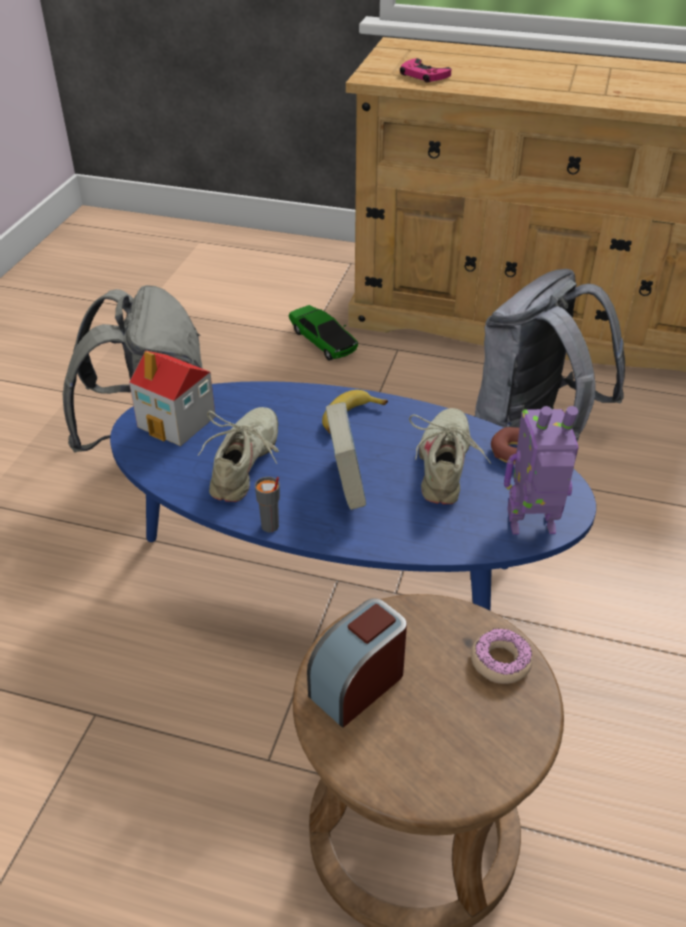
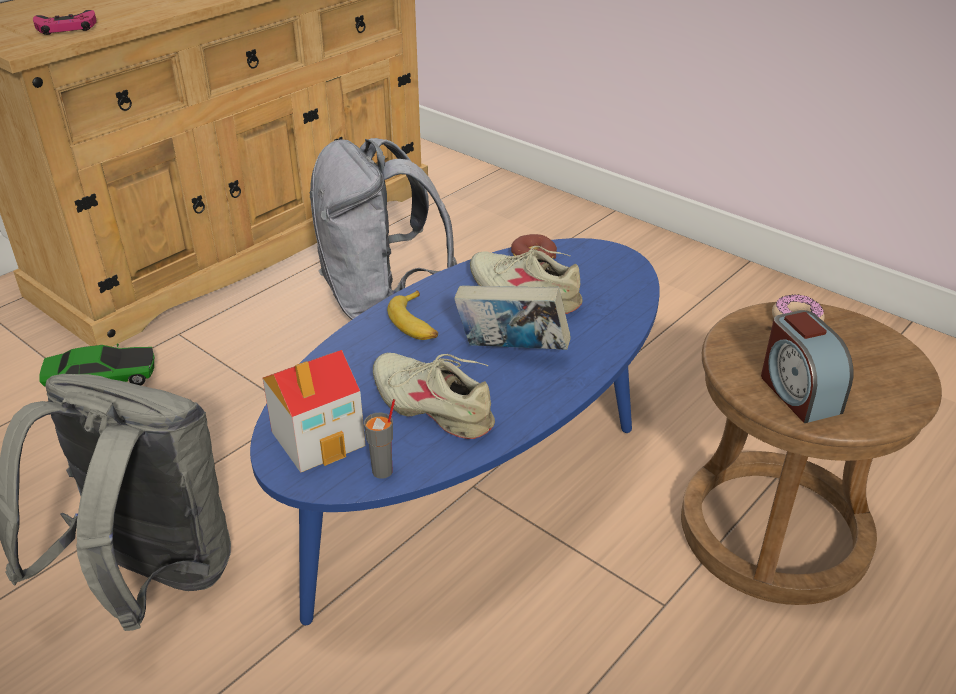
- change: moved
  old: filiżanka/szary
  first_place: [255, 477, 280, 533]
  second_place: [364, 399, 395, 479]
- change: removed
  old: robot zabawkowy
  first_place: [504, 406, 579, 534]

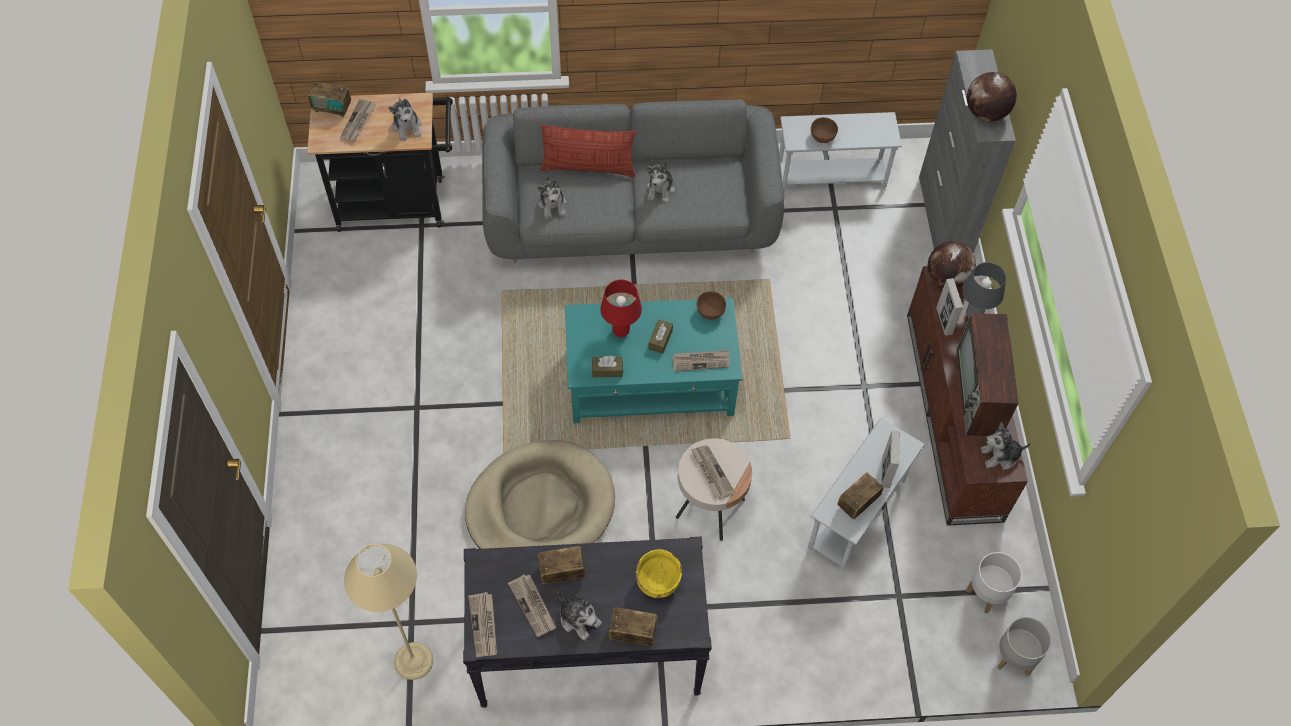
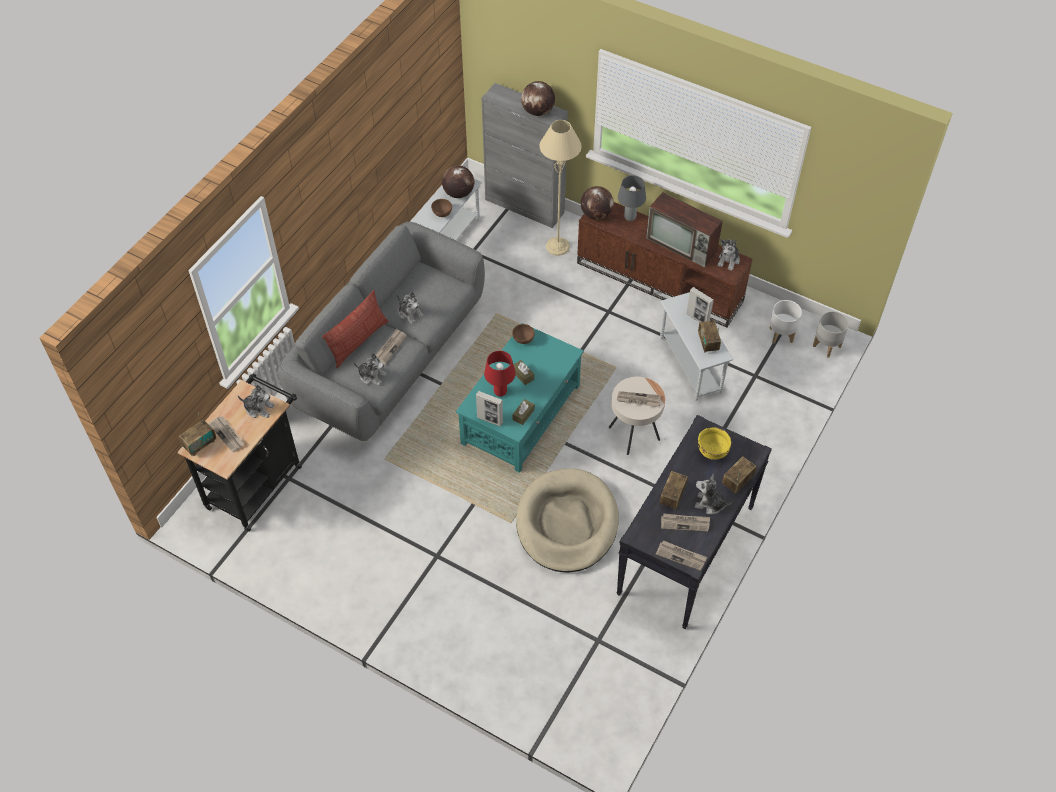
- change: moved
  old: lampa stojąca/beżowy
  first_place: [344, 544, 433, 680]
  second_place: [539, 120, 582, 256]
- change: turned
  old: pluszak
  first_place: [558, 592, 602, 641]
  second_place: [695, 474, 733, 514]
  degrees: -150
- change: moved
  old: gazeta
  first_place: [672, 350, 730, 372]
  second_place: [375, 329, 407, 365]
- change: moved
  old: ramka na zdjęcie
  first_place: [936, 278, 963, 336]
  second_place: [476, 391, 503, 426]
- change: added
  new: globus
  second_place: [442, 165, 474, 198]

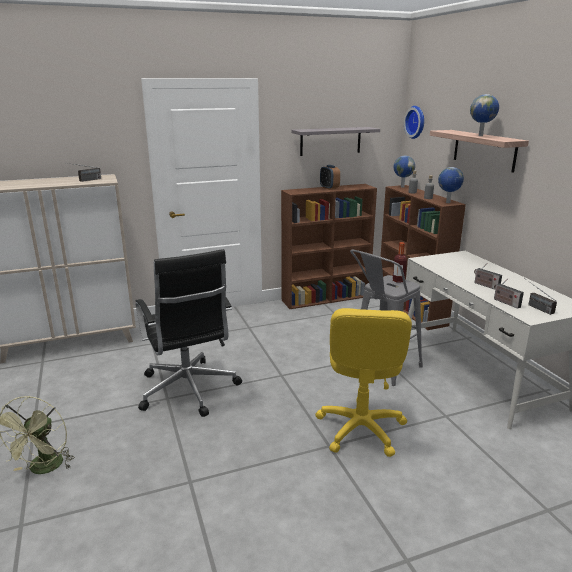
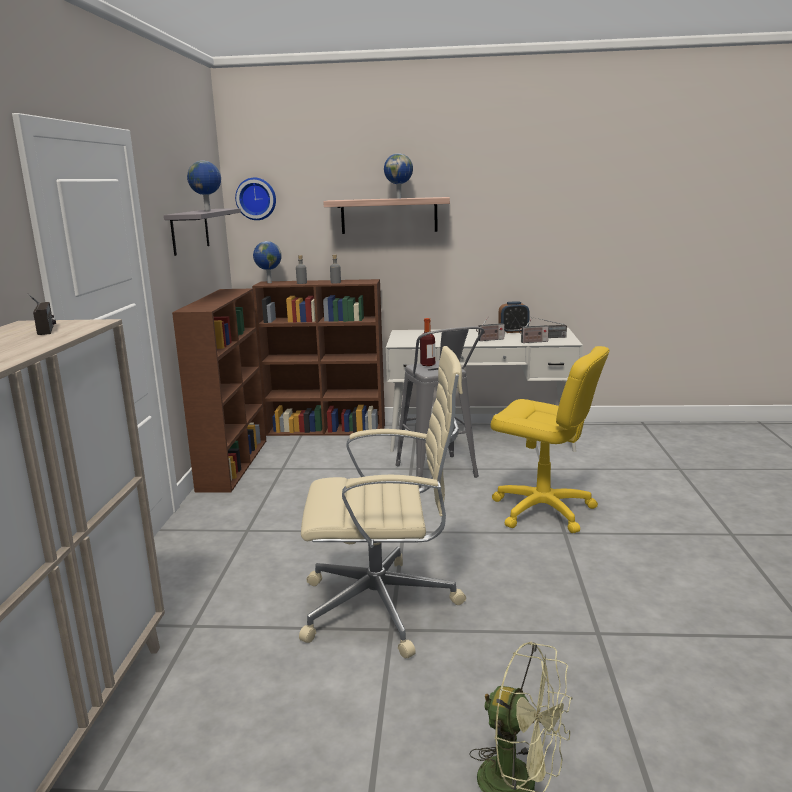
- change: recoloured
  old: krzesło biurowe/czarny
  new: krzesło biurowe/beżowy
  first_place: [135, 249, 242, 417]
  second_place: [299, 346, 466, 658]
- change: moved
  old: budzik
  first_place: [320, 165, 340, 190]
  second_place: [498, 301, 530, 333]
- change: moved
  old: globus
  first_place: [438, 167, 464, 203]
  second_place: [187, 161, 221, 211]

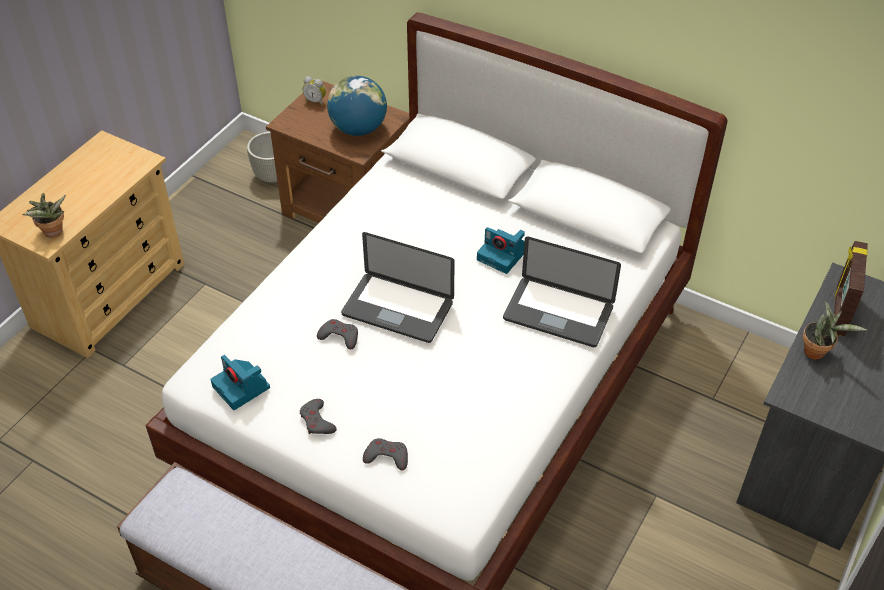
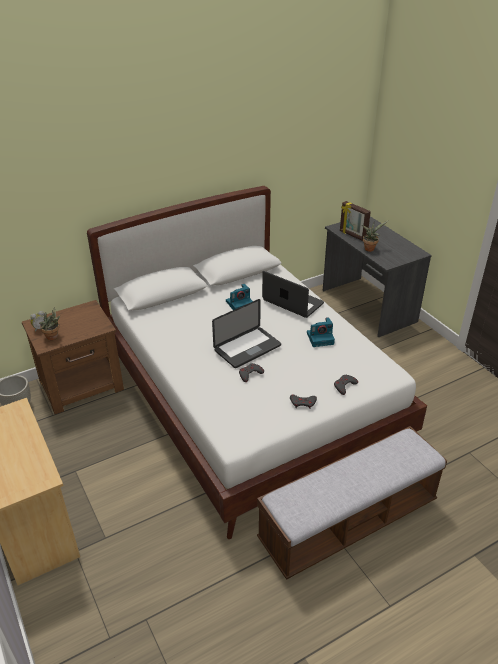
- change: moved
  old: roślina doniczkowa
  first_place: [22, 193, 66, 238]
  second_place: [39, 308, 60, 340]
- change: moved
  old: aparat fotograficzny
  first_place: [210, 355, 270, 410]
  second_place: [307, 317, 335, 347]
- change: removed
  old: globus
  first_place: [327, 76, 387, 136]
- change: turned
  old: laptop
  first_place: [503, 236, 621, 347]
  second_place: [262, 271, 324, 318]
  degrees: -105

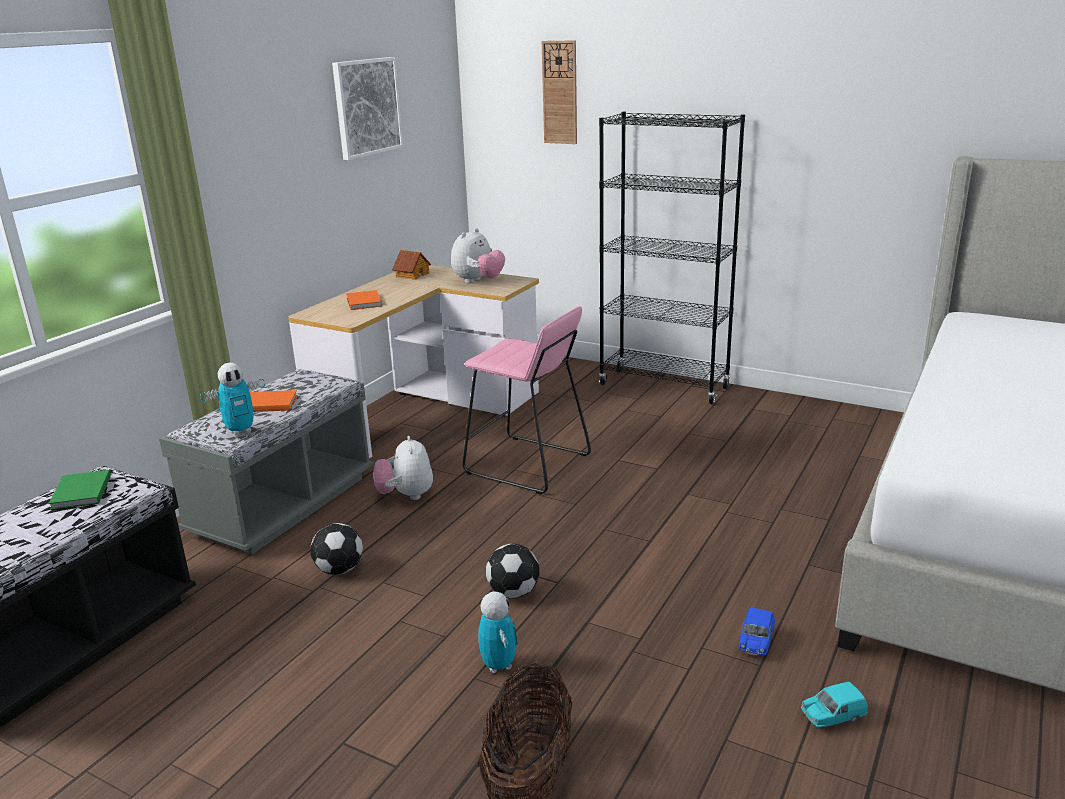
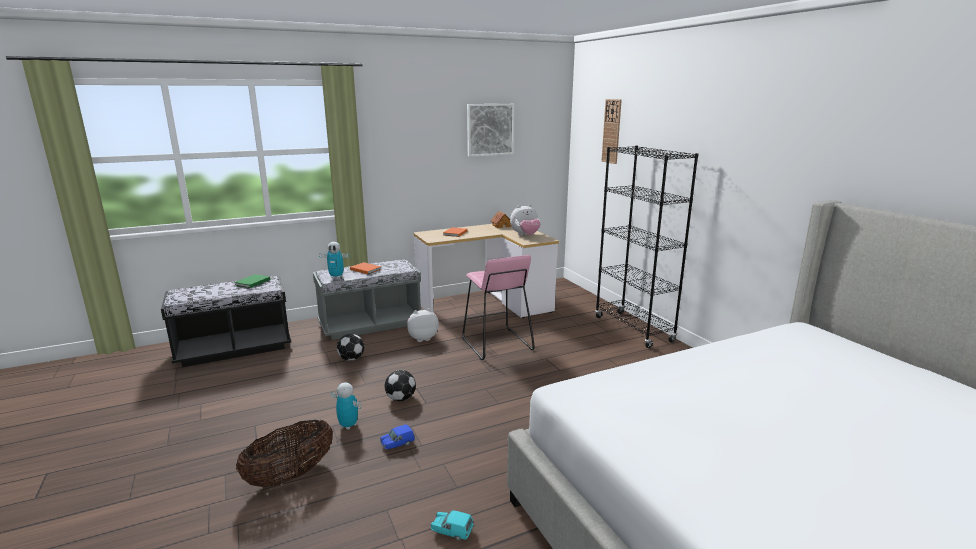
- change: turned
  old: pluszak
  first_place: [373, 436, 433, 500]
  second_place: [407, 308, 439, 342]
  degrees: 45
- change: turned
  old: robot zabawkowy
  first_place: [479, 592, 518, 673]
  second_place: [331, 382, 362, 430]
  degrees: -75
- change: moved
  old: samochodzik/niebieski
  first_place: [738, 608, 775, 655]
  second_place: [380, 424, 415, 449]

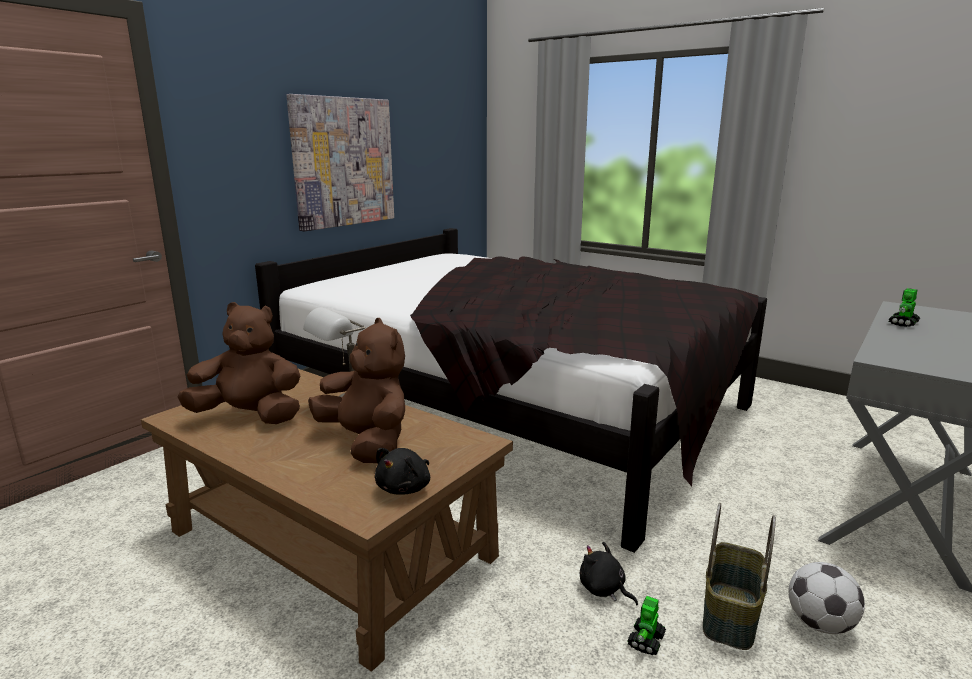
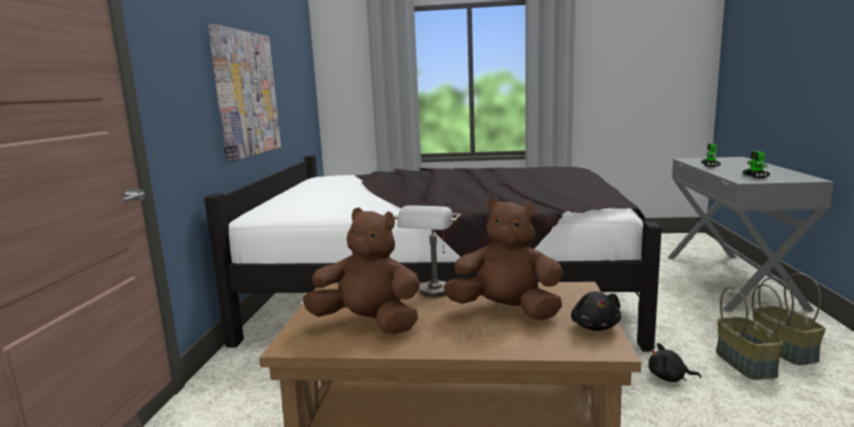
- change: turned
  old: pluszak/brązowy
  first_place: [178, 302, 300, 424]
  second_place: [302, 207, 420, 334]
  degrees: 45
- change: moved
  old: robot zabawkowy
  first_place: [627, 596, 666, 655]
  second_place: [742, 151, 770, 178]
- change: replaced
  old: piłka futbolowa
  new: koszyk
  first_place: [788, 562, 865, 634]
  second_place: [754, 273, 826, 366]

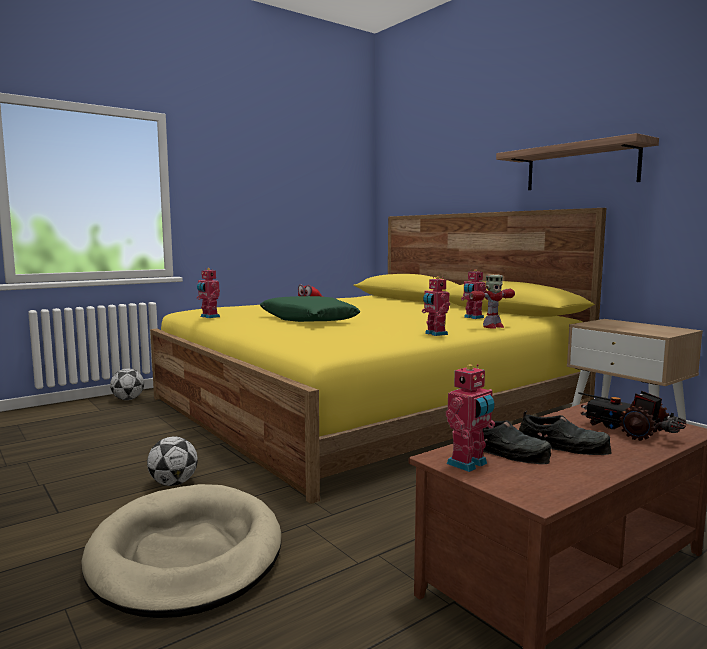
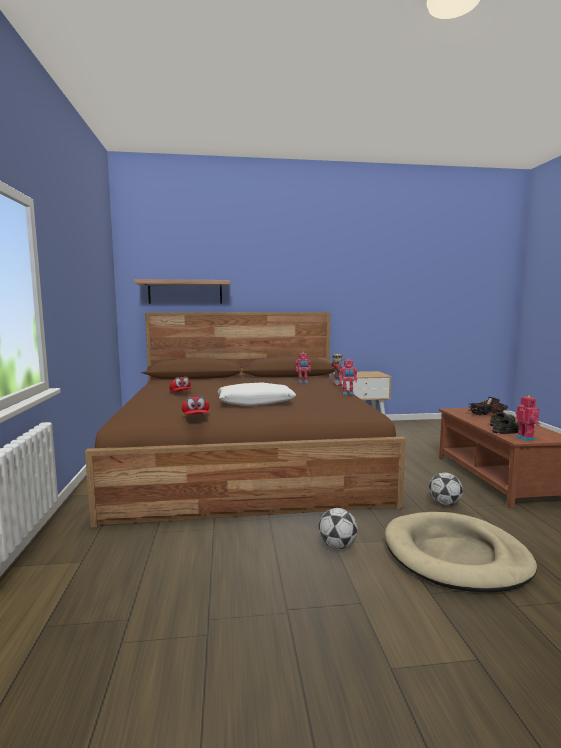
- change: moved
  old: piłka futbolowa
  first_place: [110, 368, 144, 400]
  second_place: [429, 473, 463, 506]
- change: recoloured
  old: łóżko/żółty
  new: łóżko/brązowy
  first_place: [150, 208, 606, 504]
  second_place: [85, 312, 406, 528]
- change: replaced
  old: robot zabawkowy
  new: czapka z daszkiem/czerwony
  first_place: [197, 268, 220, 318]
  second_place: [182, 397, 209, 415]
- change: recoloured
  old: poduszka/zielony
  new: poduszka/biały
  first_place: [260, 296, 361, 322]
  second_place: [218, 382, 296, 406]
- change: moved
  old: półka
  first_place: [496, 133, 659, 190]
  second_place: [134, 279, 230, 304]

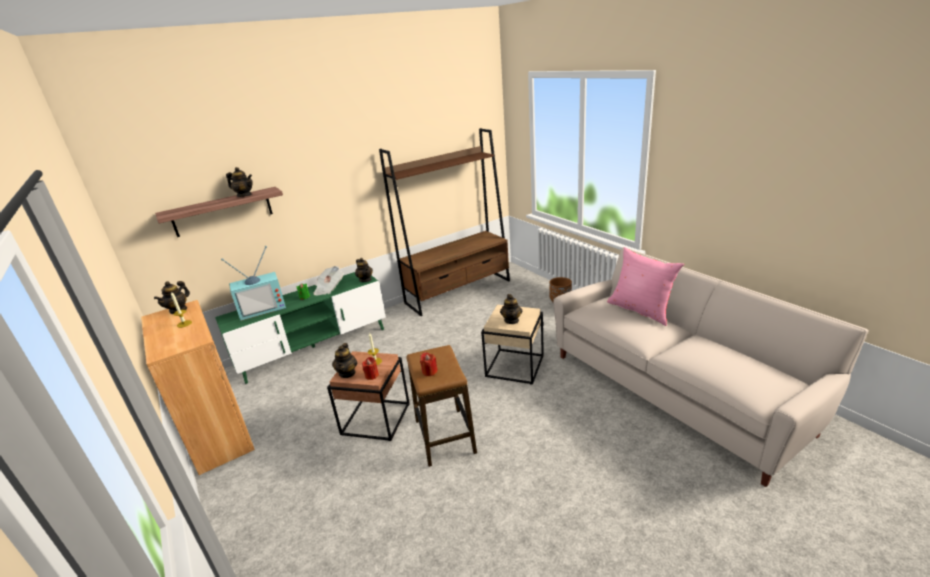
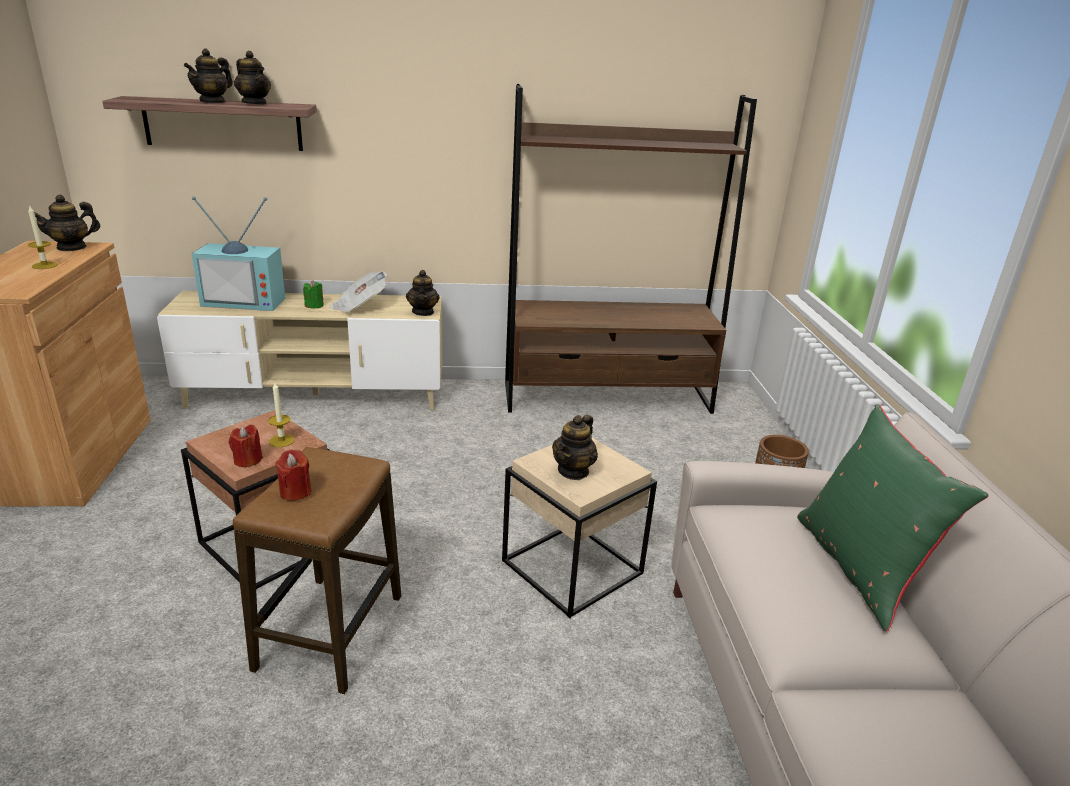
- change: recoloured
  old: szafka pod telewizor/zielony
  new: szafka pod telewizor/beżowy
  first_place: [215, 272, 386, 384]
  second_place: [157, 291, 442, 410]
- change: moved
  old: imbryk
  first_place: [332, 343, 357, 378]
  second_place: [184, 48, 233, 103]
- change: recoloured
  old: poduszka/różowy
  new: poduszka/zielony
  first_place: [607, 247, 684, 326]
  second_place: [797, 404, 989, 632]

